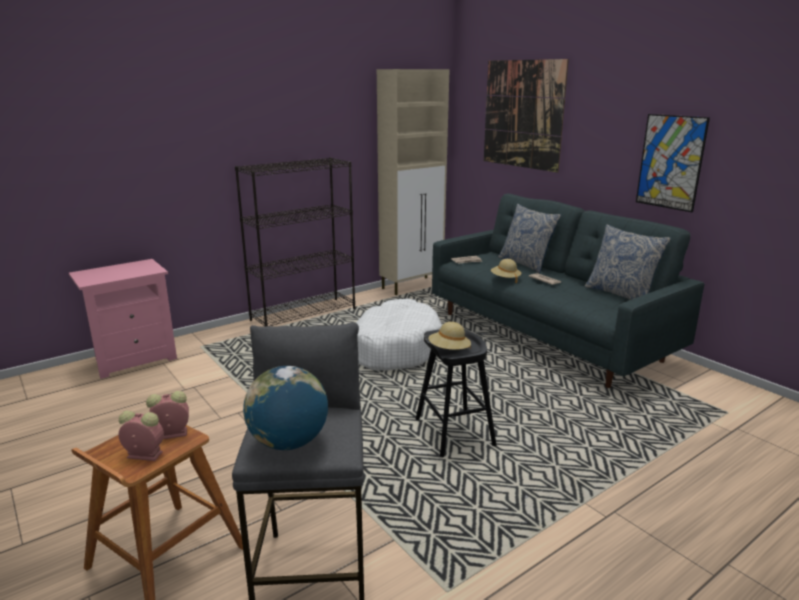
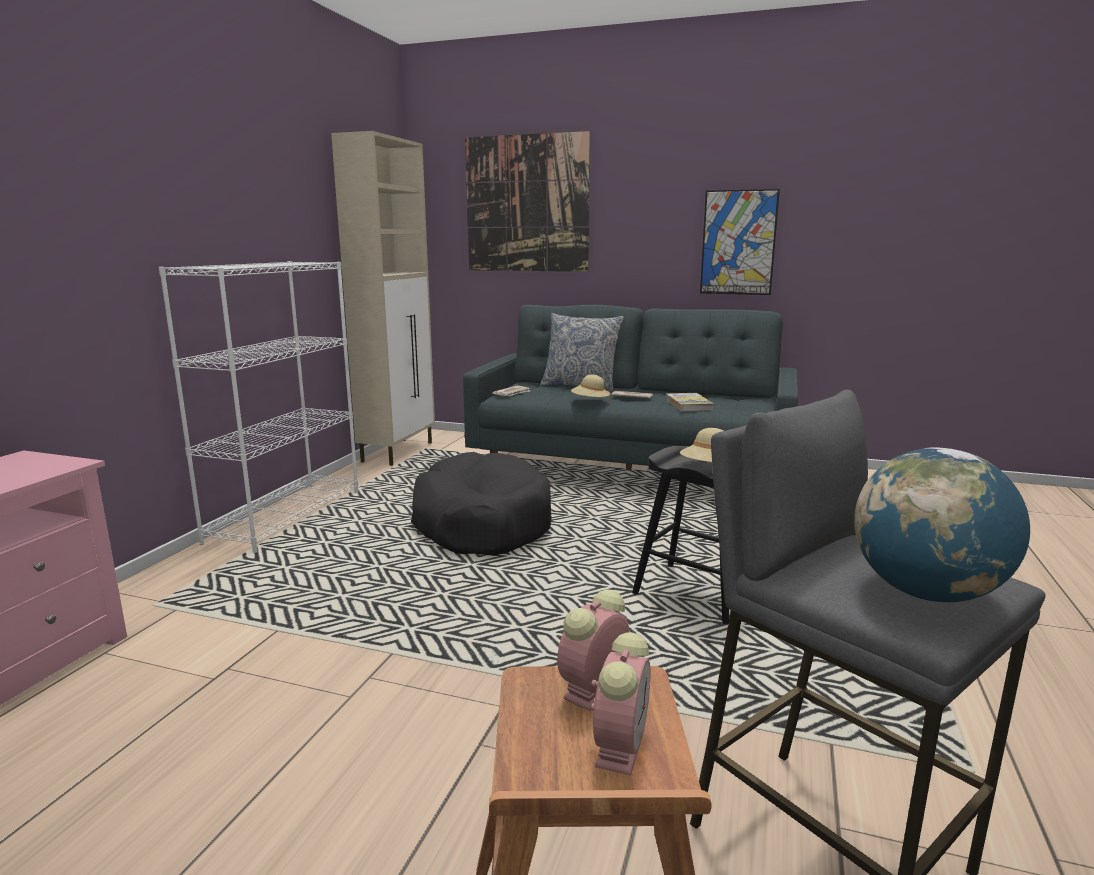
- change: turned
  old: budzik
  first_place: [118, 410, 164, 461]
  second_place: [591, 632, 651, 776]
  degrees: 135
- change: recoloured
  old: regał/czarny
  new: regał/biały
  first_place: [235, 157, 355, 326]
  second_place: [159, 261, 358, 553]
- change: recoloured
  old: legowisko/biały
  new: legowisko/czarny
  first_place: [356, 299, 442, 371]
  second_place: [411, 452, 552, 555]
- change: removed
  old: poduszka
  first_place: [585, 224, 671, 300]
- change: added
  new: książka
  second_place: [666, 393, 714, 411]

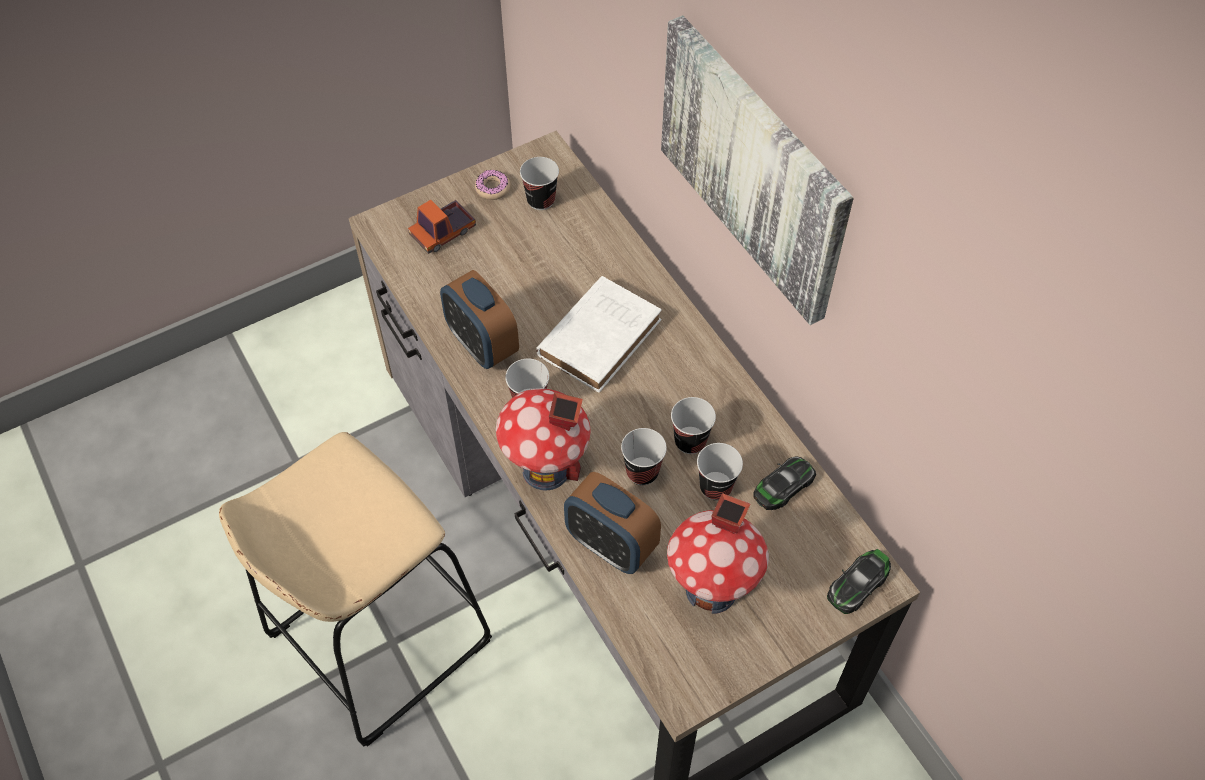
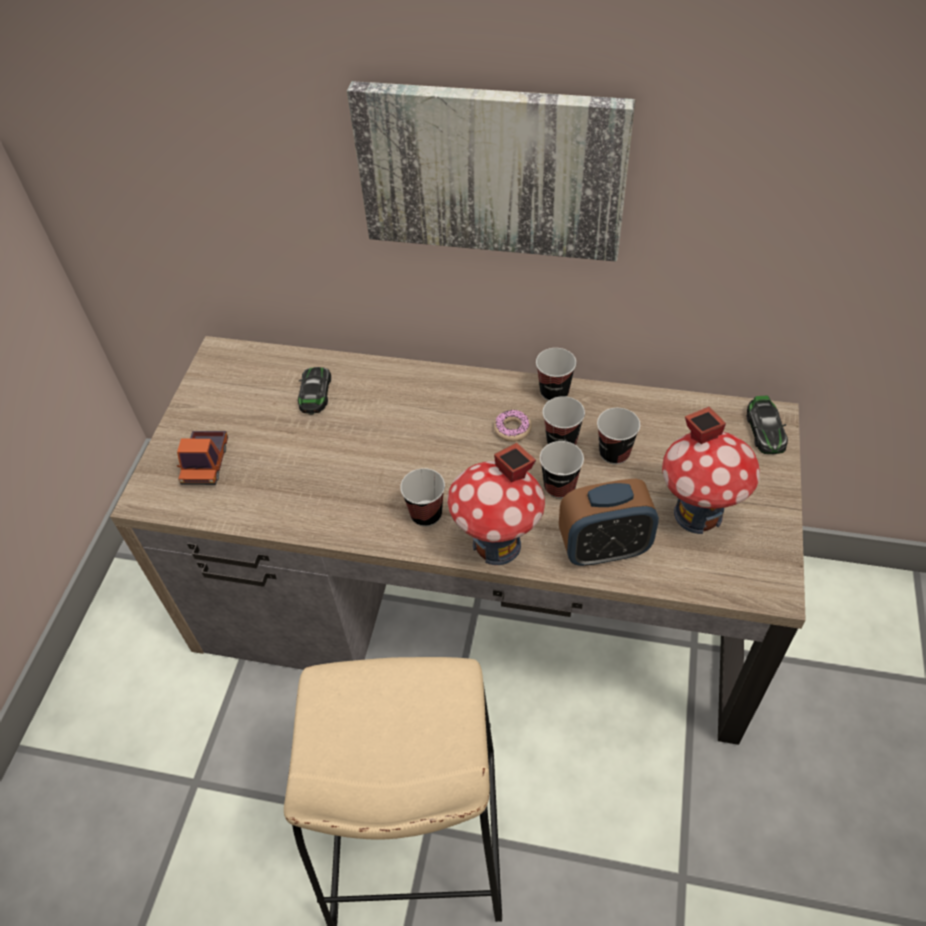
- change: removed
  old: budzik
  first_place: [440, 270, 519, 369]
- change: moved
  old: donut
  first_place: [475, 170, 511, 200]
  second_place: [494, 410, 532, 442]
- change: moved
  old: filiżanka
  first_place: [520, 157, 559, 210]
  second_place: [536, 348, 576, 401]
- change: removed
  old: książka/biały
  first_place: [536, 276, 662, 393]
- change: moved
  old: samochodzik
  first_place: [753, 456, 816, 510]
  second_place: [298, 367, 331, 415]

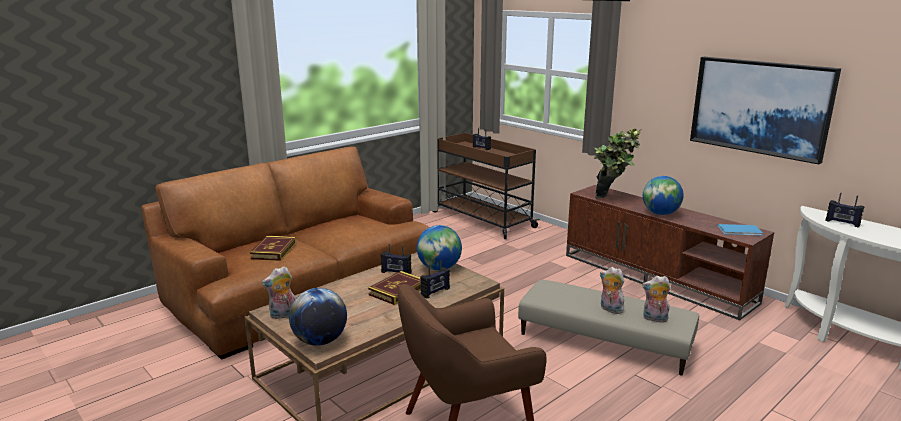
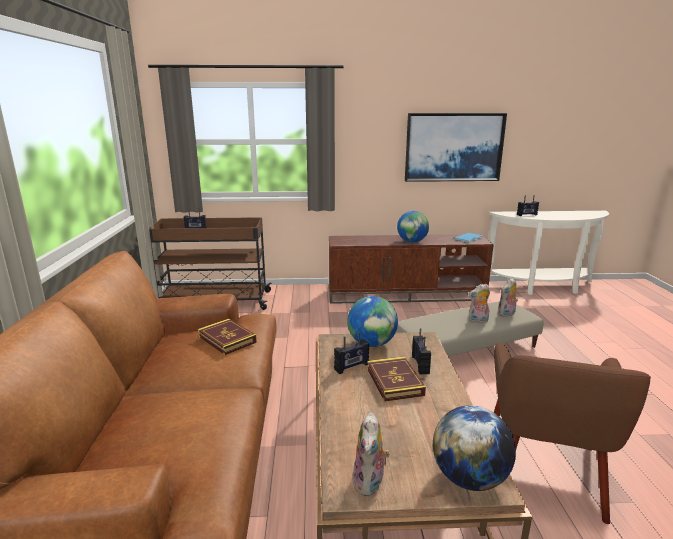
- change: moved
  old: książka
  first_place: [250, 236, 296, 261]
  second_place: [198, 318, 257, 355]
- change: removed
  old: roślina doniczkowa
  first_place: [594, 128, 642, 199]

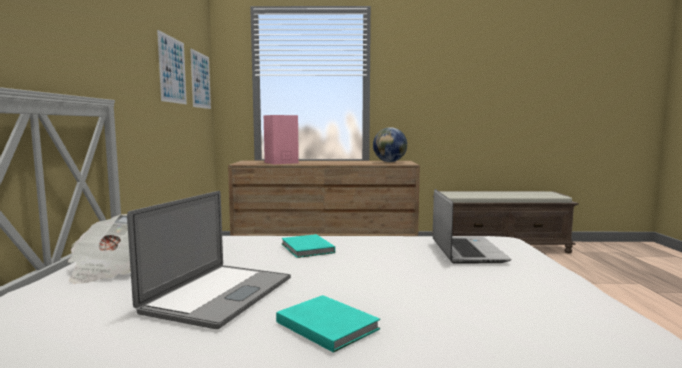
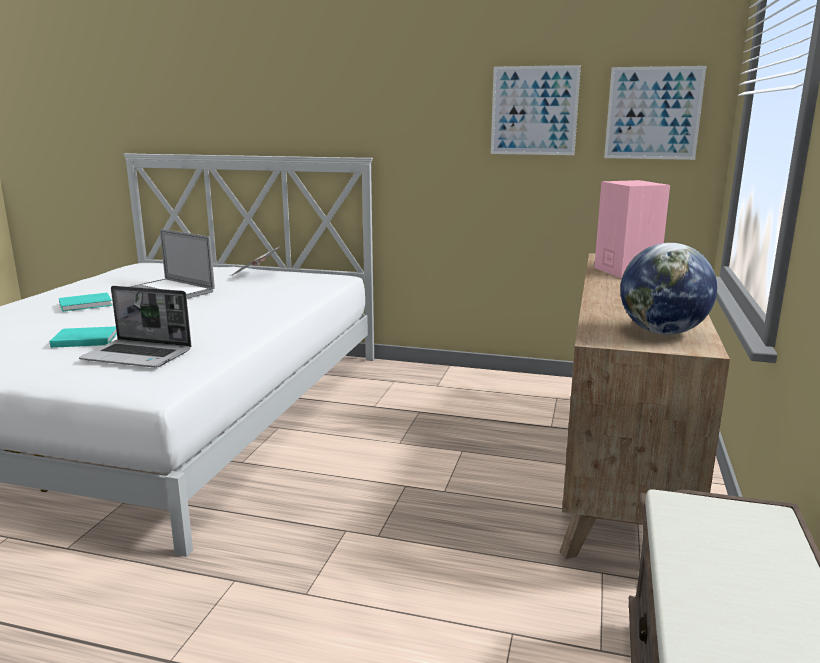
- change: moved
  old: książka/turkusowy
  first_place: [281, 234, 335, 258]
  second_place: [50, 326, 117, 348]

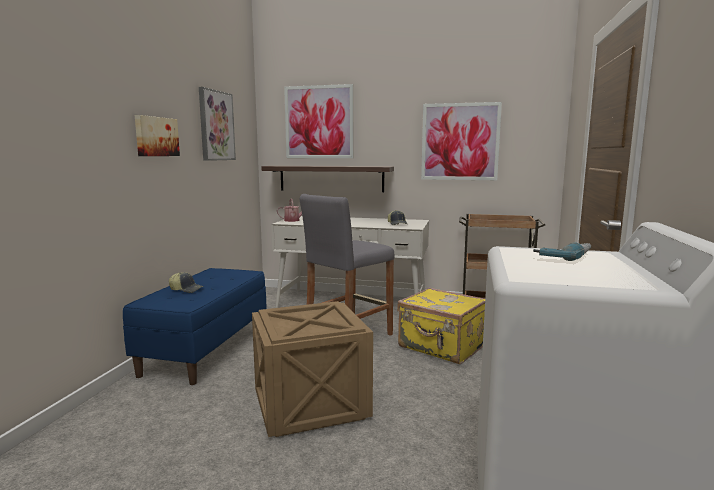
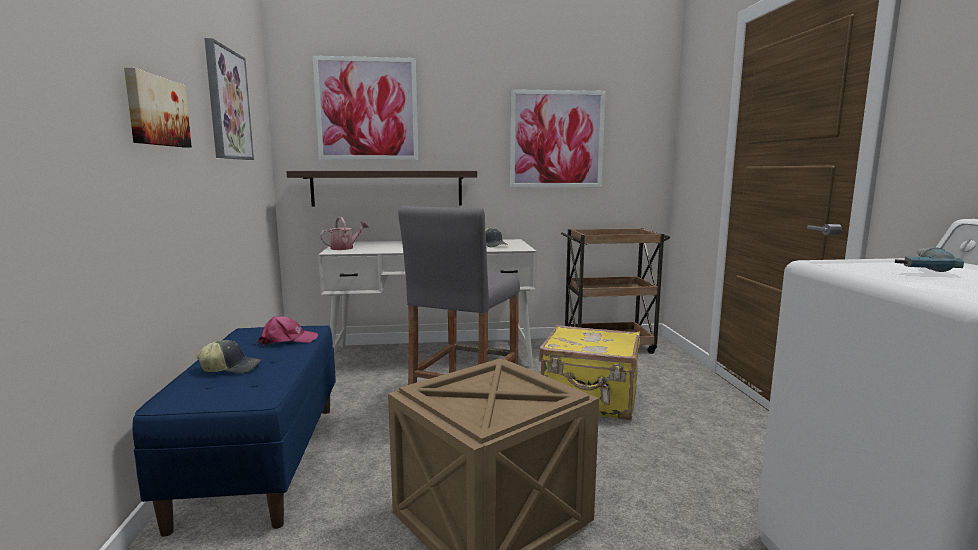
- change: added
  new: czapka z daszkiem/różowy
  second_place: [258, 316, 318, 346]

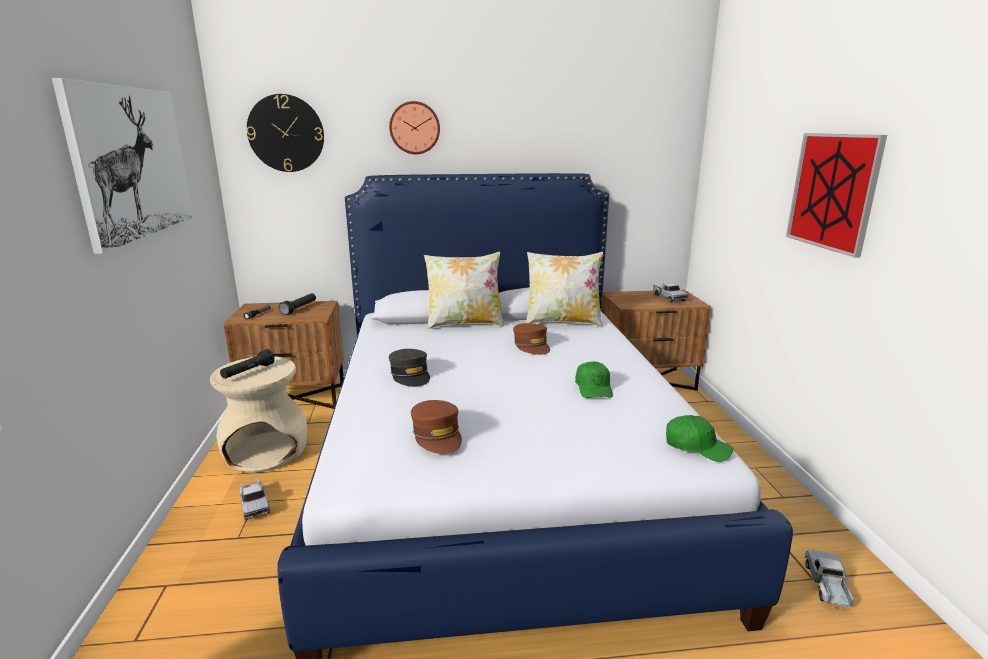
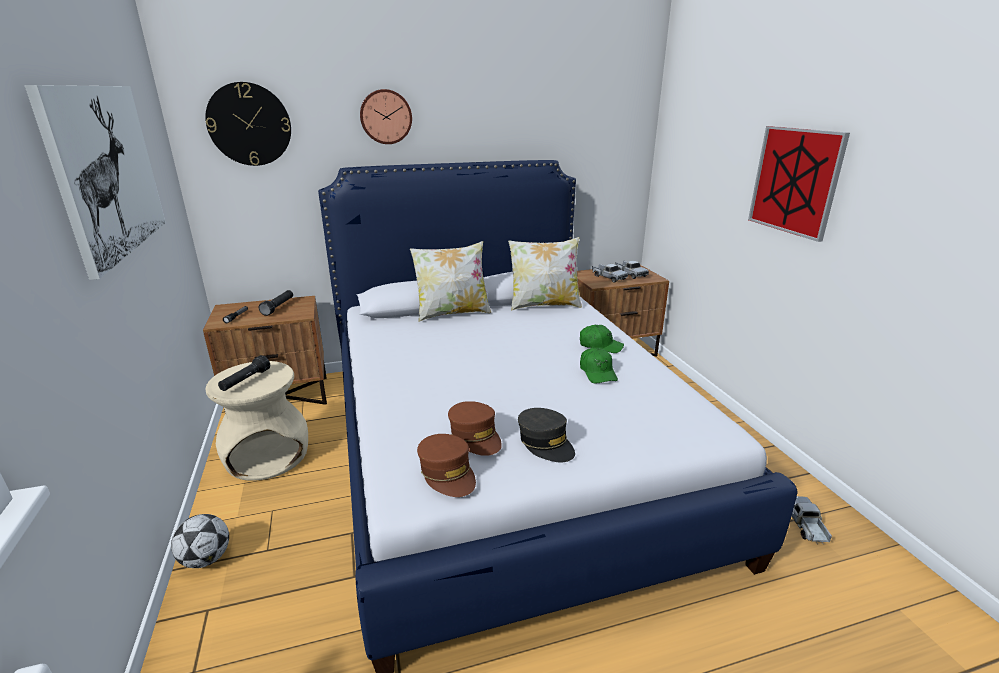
- change: moved
  old: ciężarówka zabawkowa
  first_place: [240, 477, 270, 520]
  second_place: [592, 264, 628, 282]
- change: moved
  old: czapka z daszkiem/szary
  first_place: [389, 349, 430, 387]
  second_place: [518, 408, 575, 462]
- change: moved
  old: czapka z daszkiem/brązowy
  first_place: [513, 323, 550, 355]
  second_place: [417, 434, 476, 497]
- change: moved
  old: czapka z daszkiem/zielony
  first_place: [666, 415, 733, 462]
  second_place: [580, 325, 624, 353]
- change: added
  new: piłka futbolowa
  second_place: [171, 514, 229, 568]

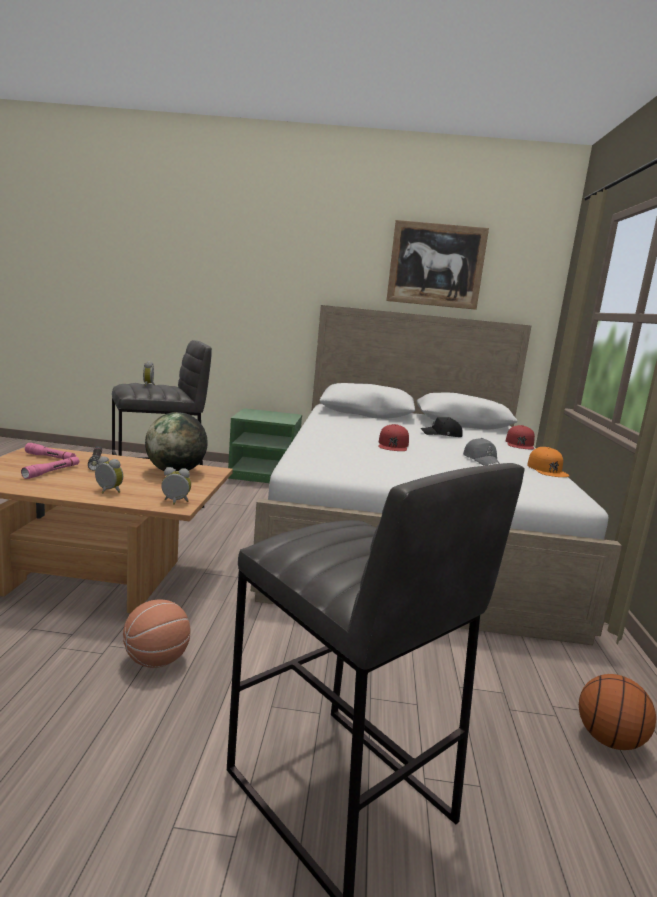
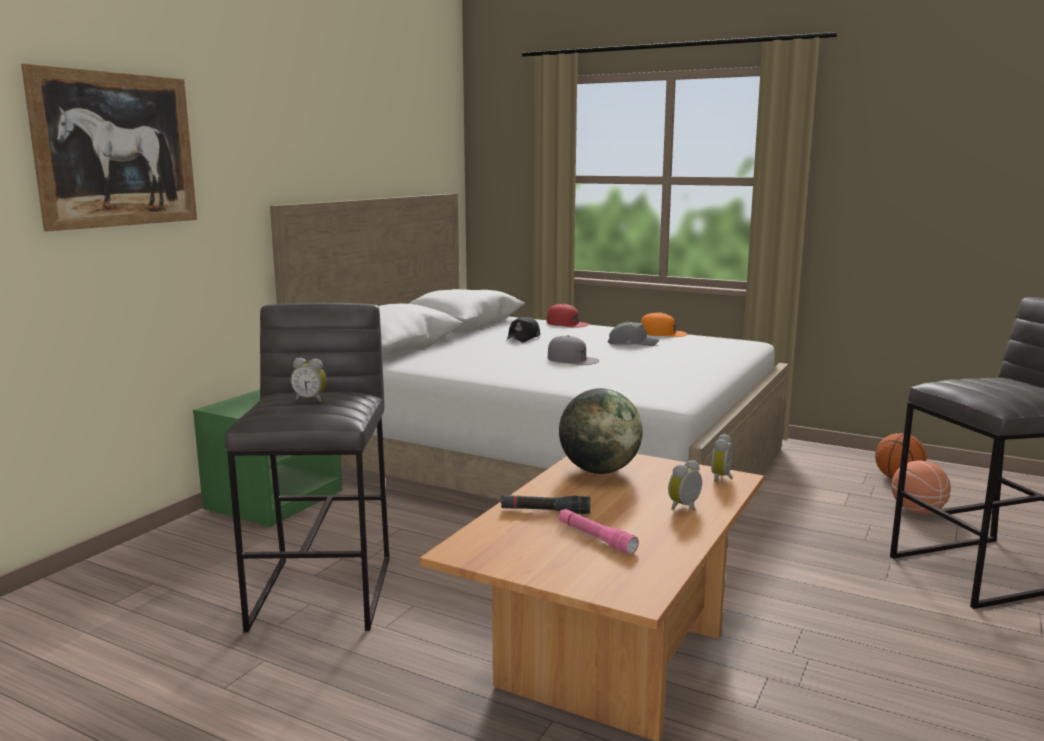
- change: removed
  old: latarka/różowy
  first_place: [25, 443, 76, 460]
- change: moved
  old: piłka do koszykówki
  first_place: [123, 599, 190, 668]
  second_place: [892, 460, 951, 514]
- change: recoloured
  old: czapka z daszkiem/czerwony
  new: czapka z daszkiem/szary
  first_place: [378, 424, 409, 451]
  second_place: [548, 335, 599, 365]
- change: moved
  old: obraz
  first_place: [386, 220, 489, 310]
  second_place: [21, 64, 197, 231]

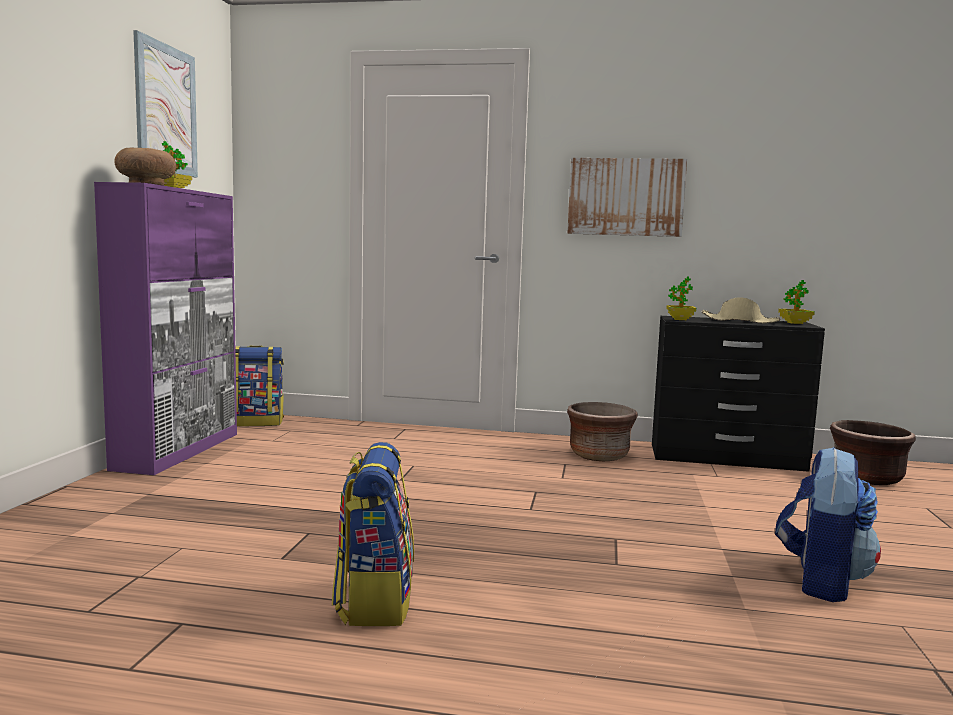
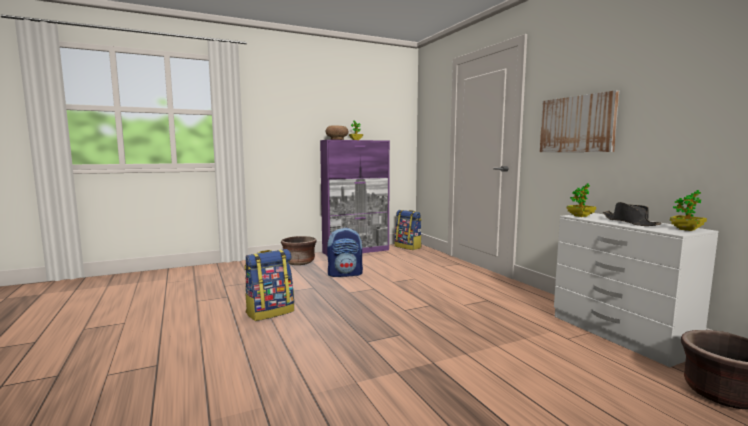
- change: removed
  old: obraz
  first_place: [133, 30, 198, 177]
- change: moved
  old: donica/brązowy
  first_place: [567, 402, 638, 461]
  second_place: [281, 236, 317, 265]
- change: recoloured
  old: komoda/czarny
  new: komoda/biały
  first_place: [652, 316, 825, 472]
  second_place: [554, 213, 719, 367]
- change: recoloured
  old: kapelusz/beżowy
  new: kapelusz/czarny
  first_place: [701, 297, 780, 323]
  second_place: [603, 202, 662, 226]
- change: moved
  old: plecak
  first_place: [775, 447, 881, 602]
  second_place: [327, 228, 363, 277]

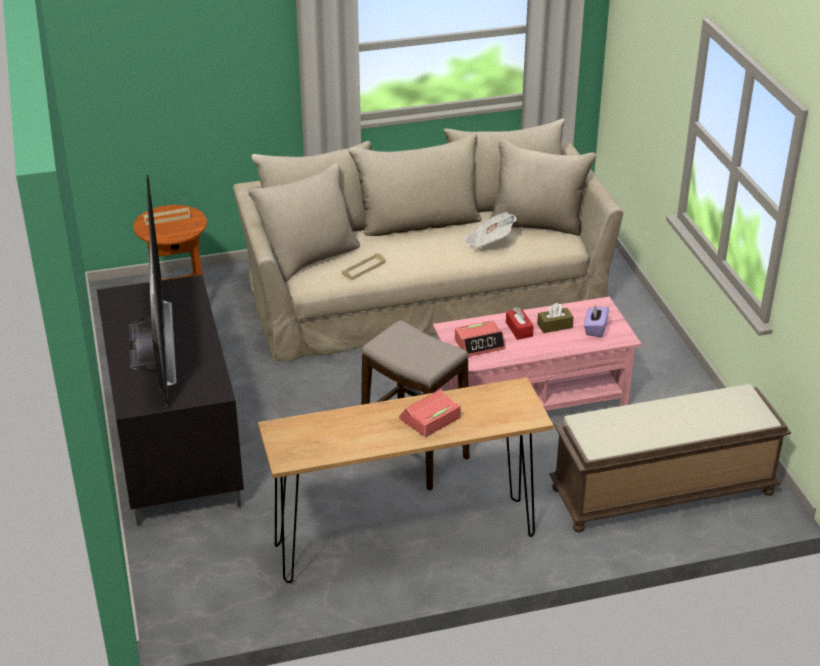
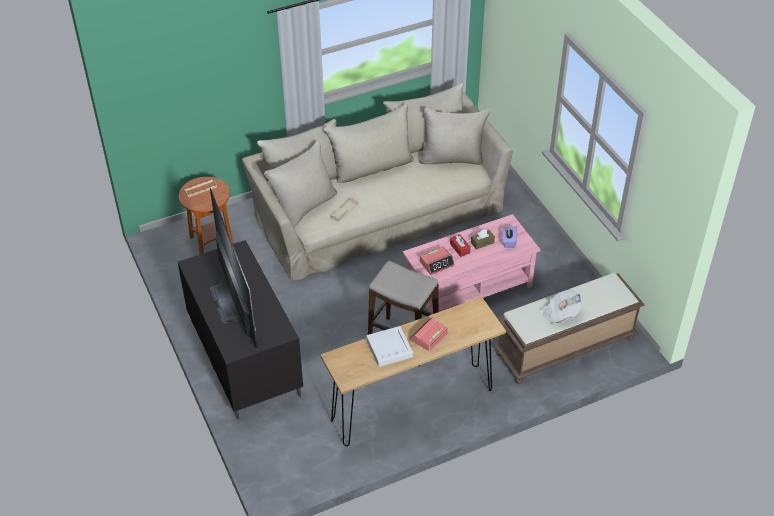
- change: moved
  old: gazeta
  first_place: [464, 212, 517, 250]
  second_place: [540, 289, 583, 325]
- change: added
  new: taca/szary
  second_place: [366, 326, 413, 367]

